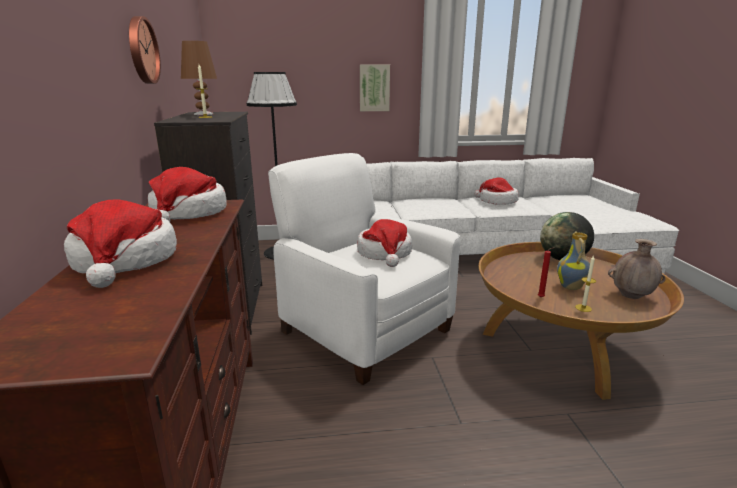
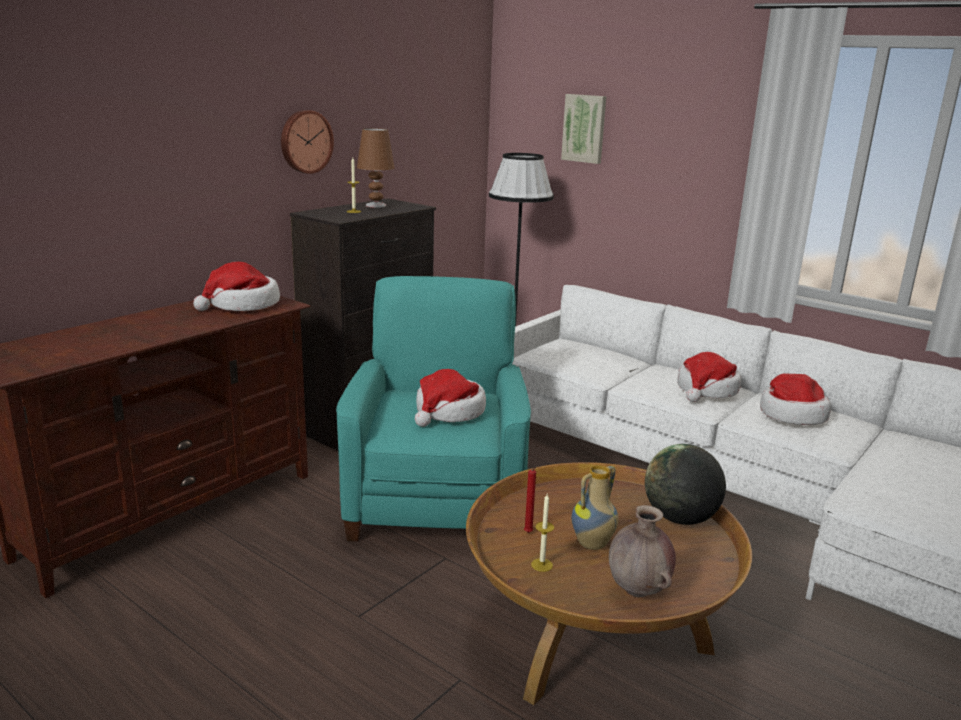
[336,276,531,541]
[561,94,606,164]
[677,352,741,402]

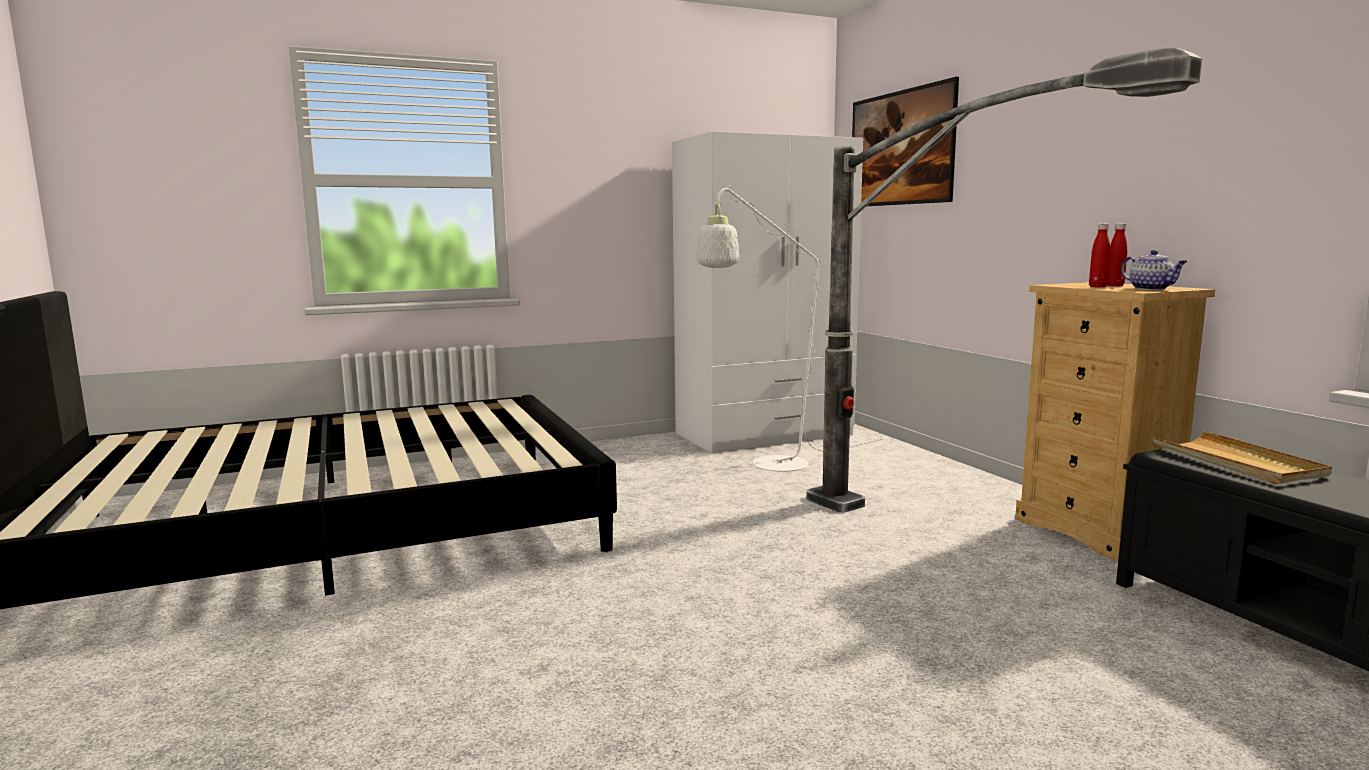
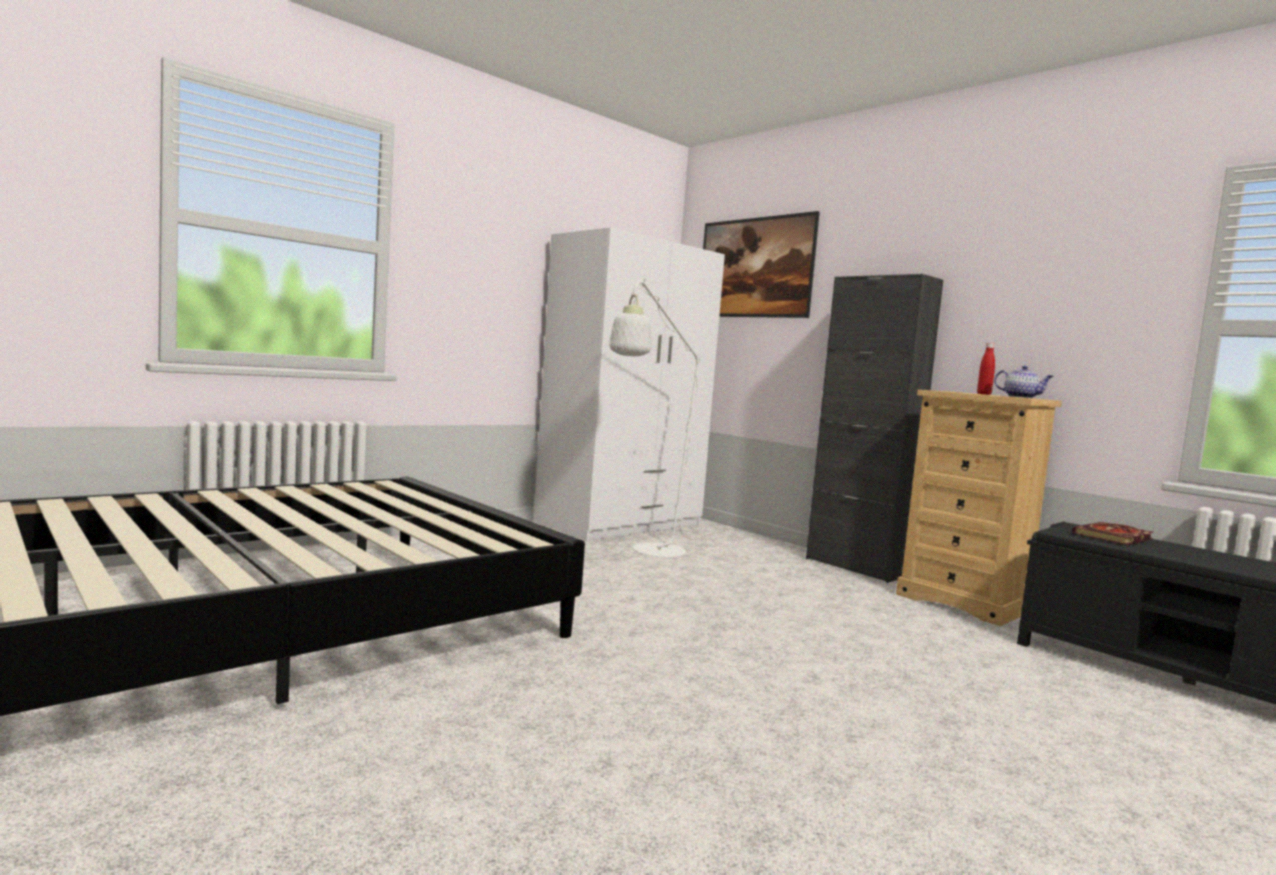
[806,274,943,583]
[1072,522,1153,545]
[806,47,1202,513] (first image)
[1089,224,1110,287] (first image)

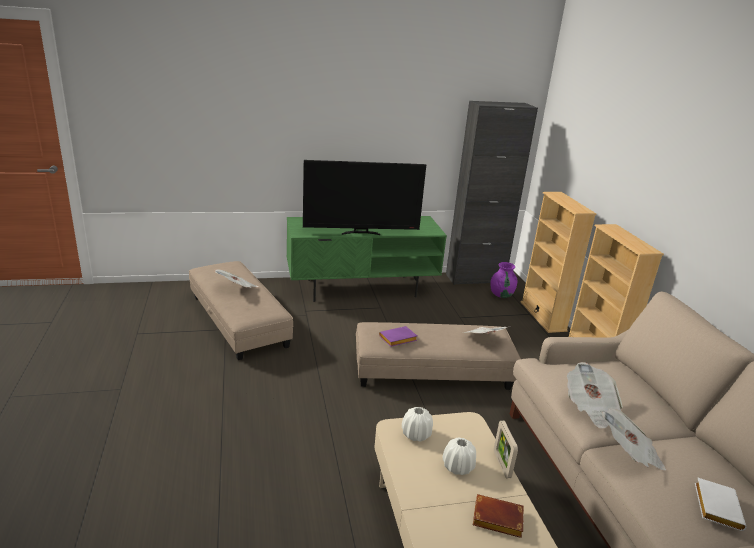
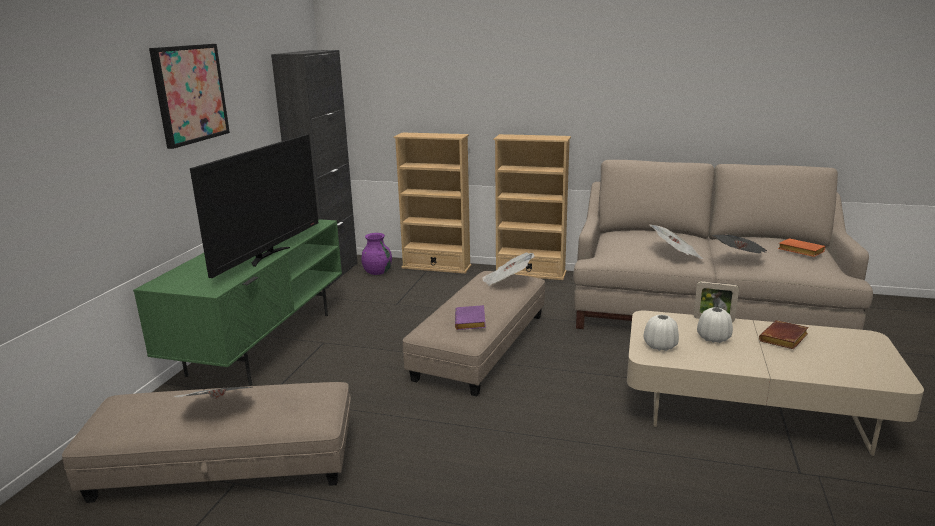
[149,44,230,149]
[778,238,825,257]

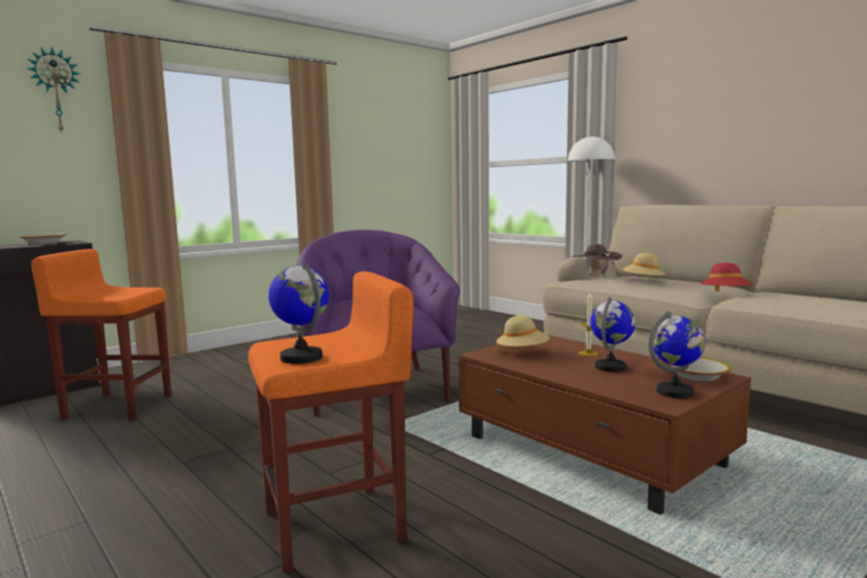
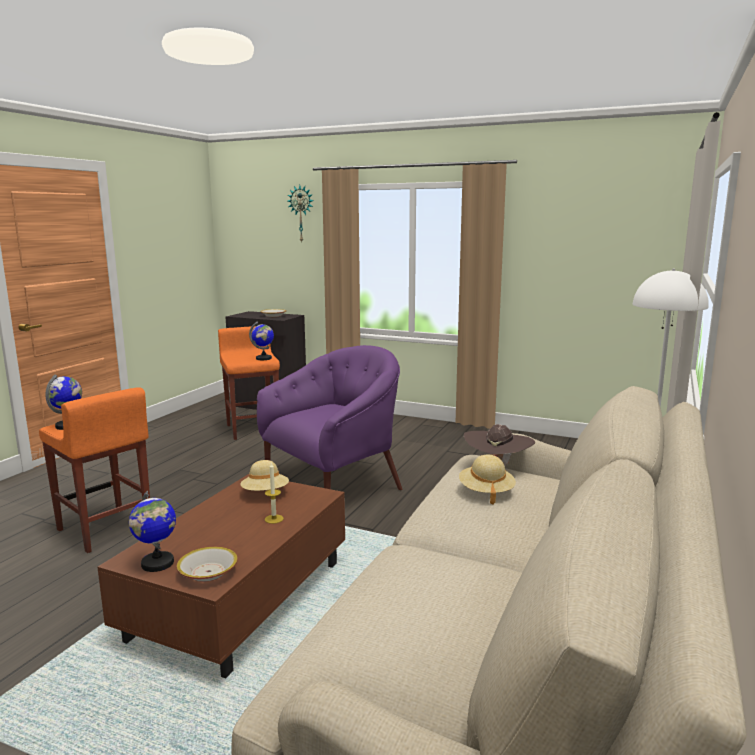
[249,322,274,360]
[700,263,753,292] (first image)

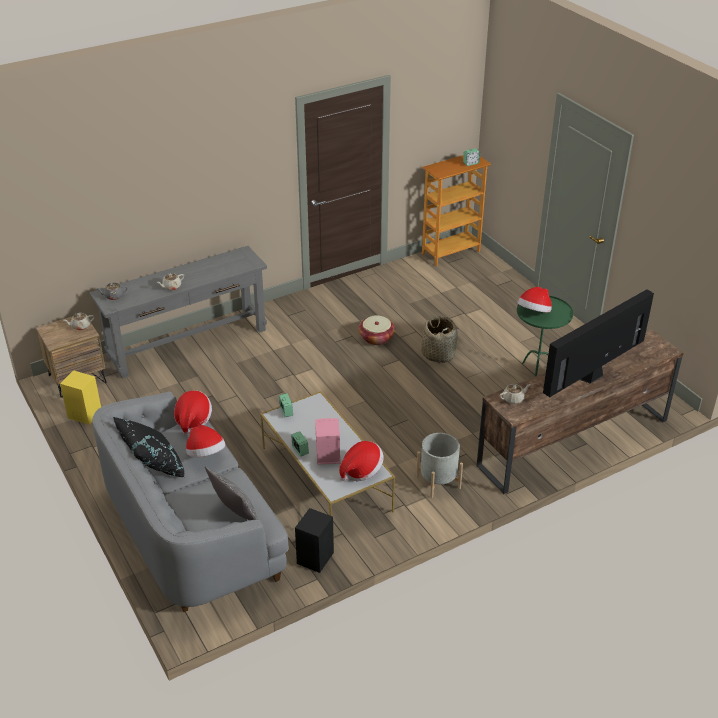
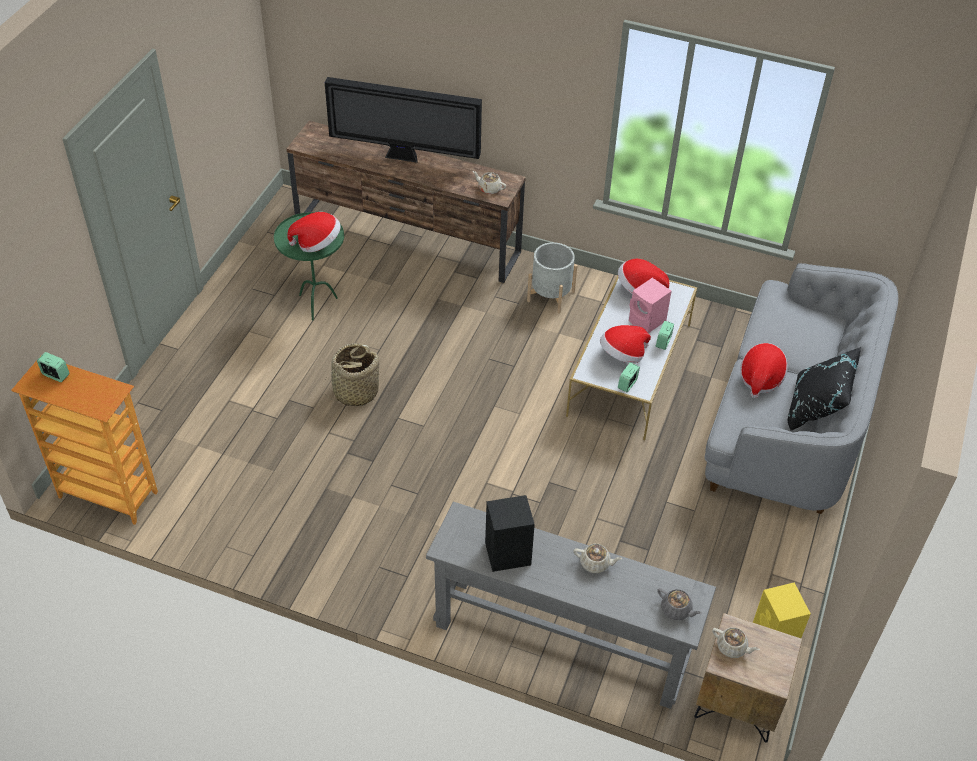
[485,495,535,572]
[600,325,651,363]
[205,466,258,520] (first image)
[359,315,395,345] (first image)

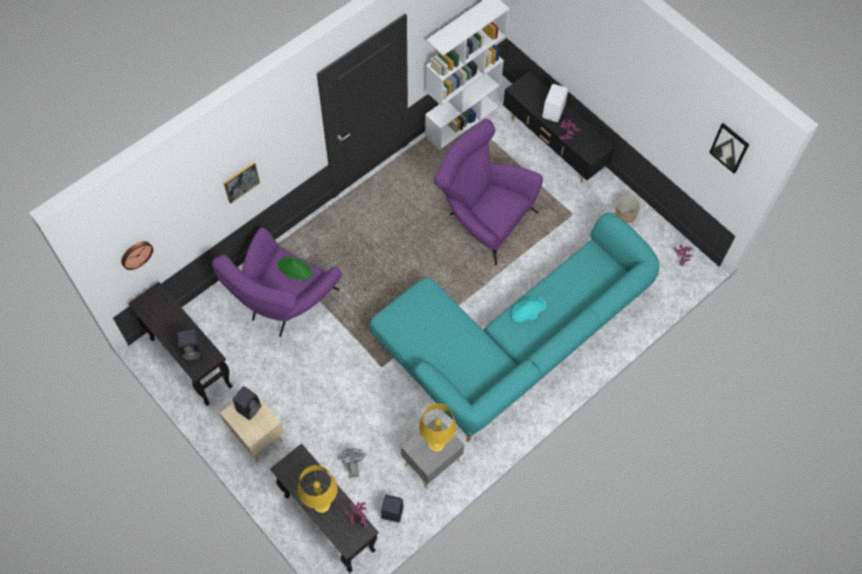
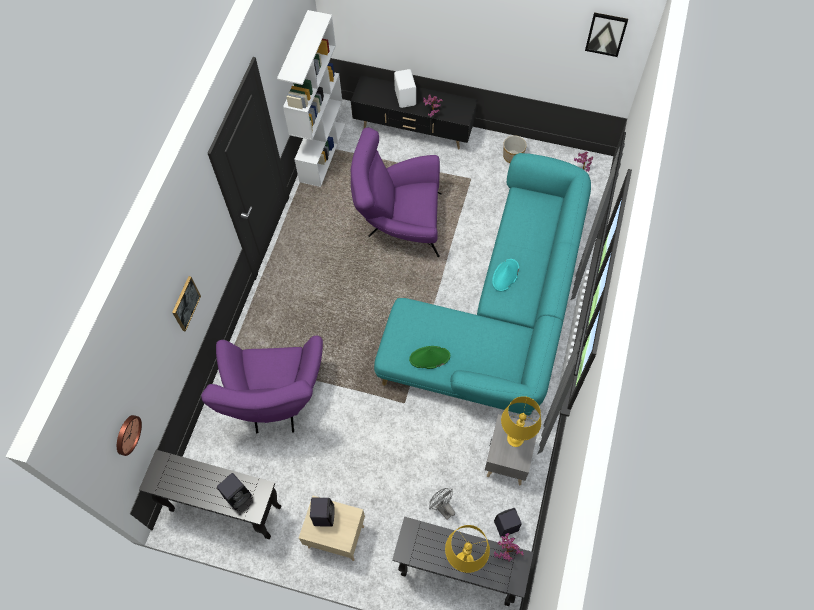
[409,346,450,369]

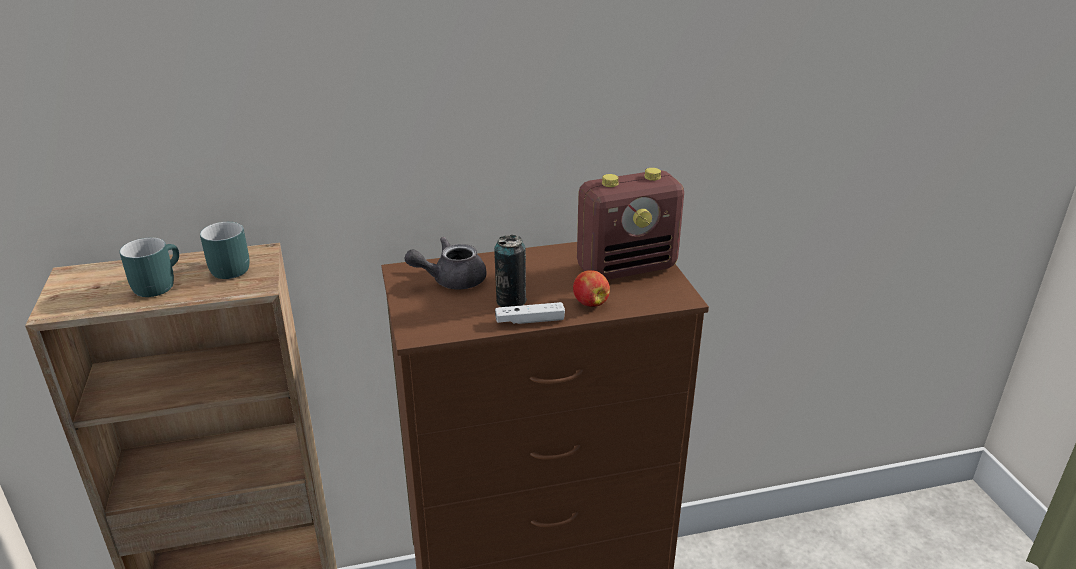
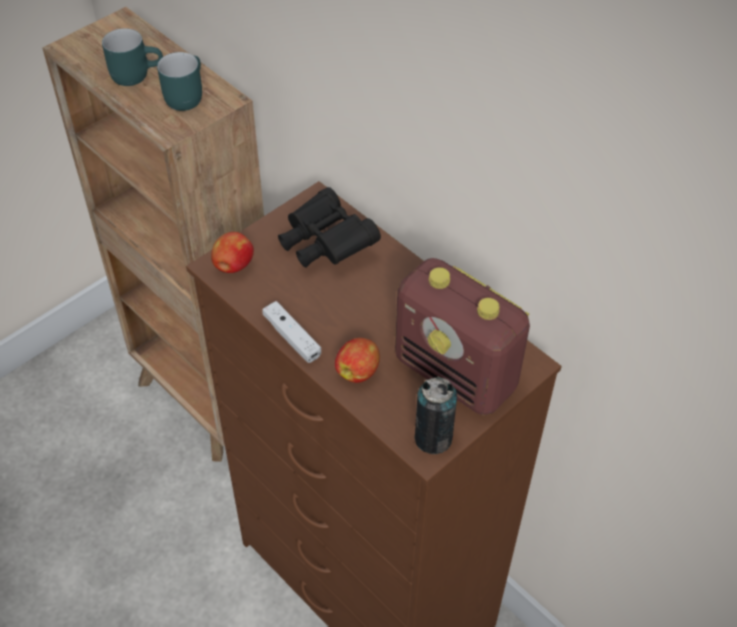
[211,232,254,273]
[278,187,381,268]
[414,376,457,454]

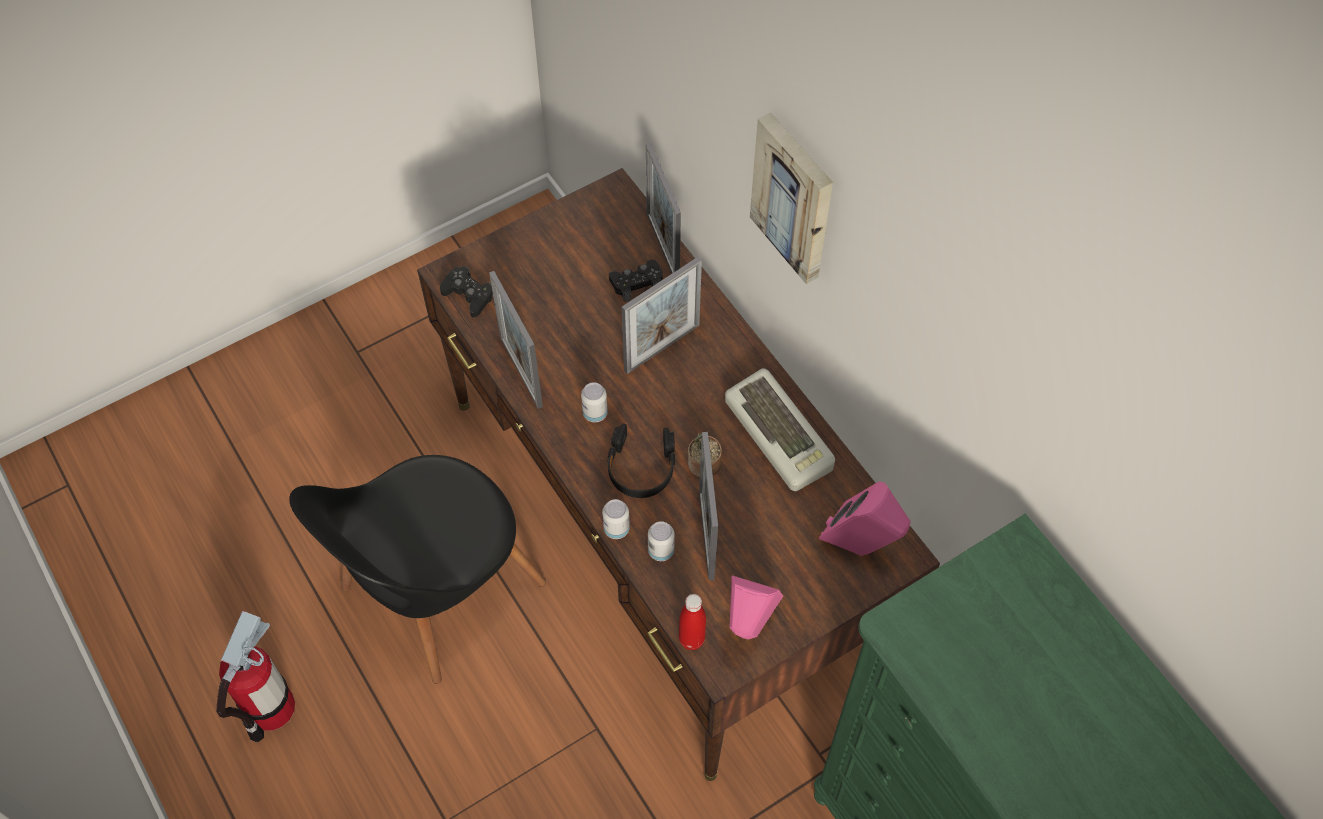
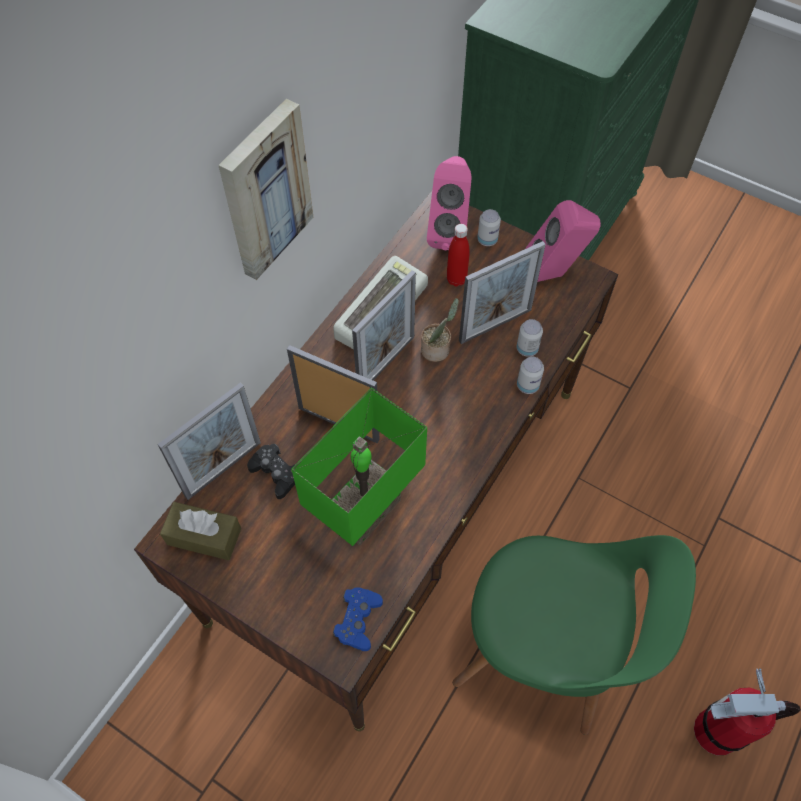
[160,502,241,560]
[291,387,427,546]
[333,587,383,651]
[352,271,416,380]
[447,224,470,286]
[453,535,696,735]
[477,209,501,246]
[607,424,675,498] (first image)

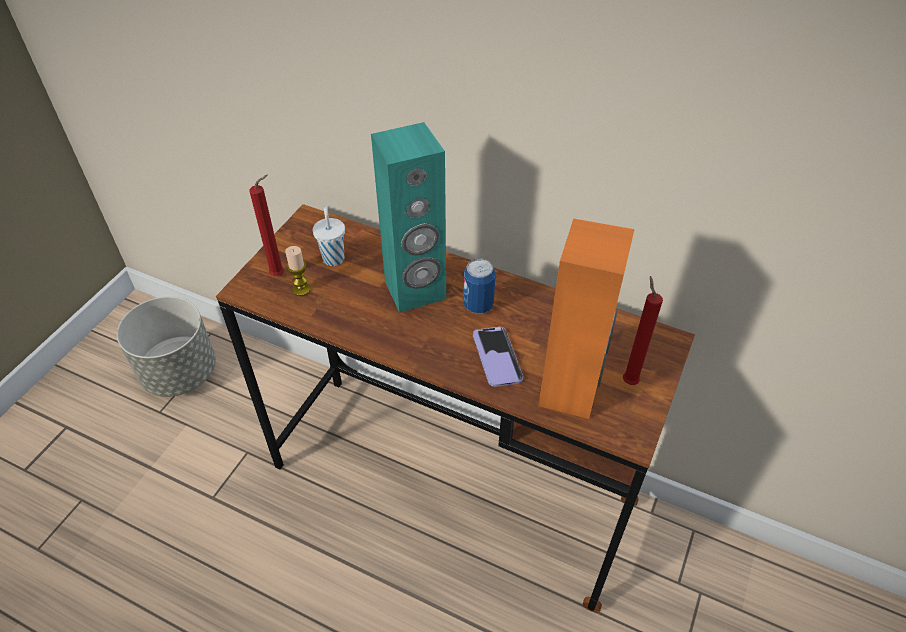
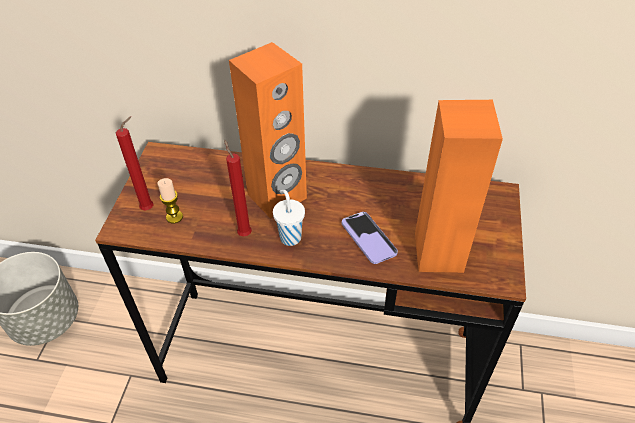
[224,140,252,236]
[229,42,307,219]
[273,190,305,246]
[464,258,495,314] (first image)

